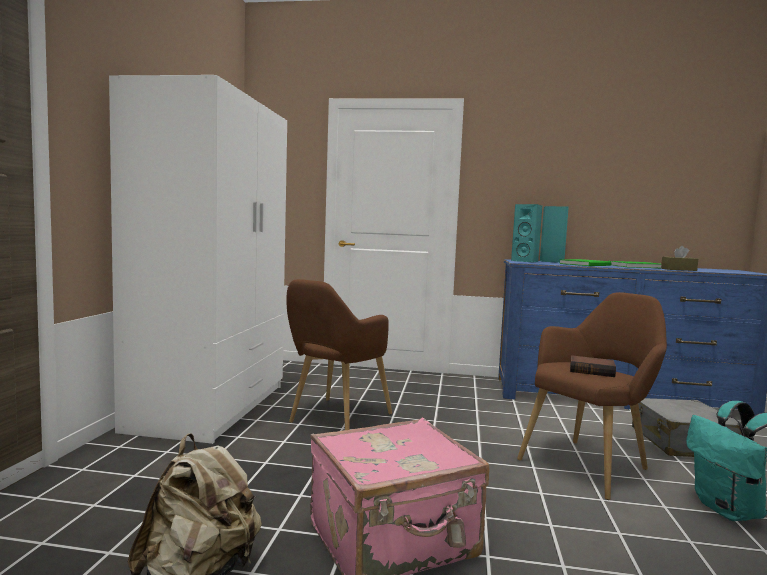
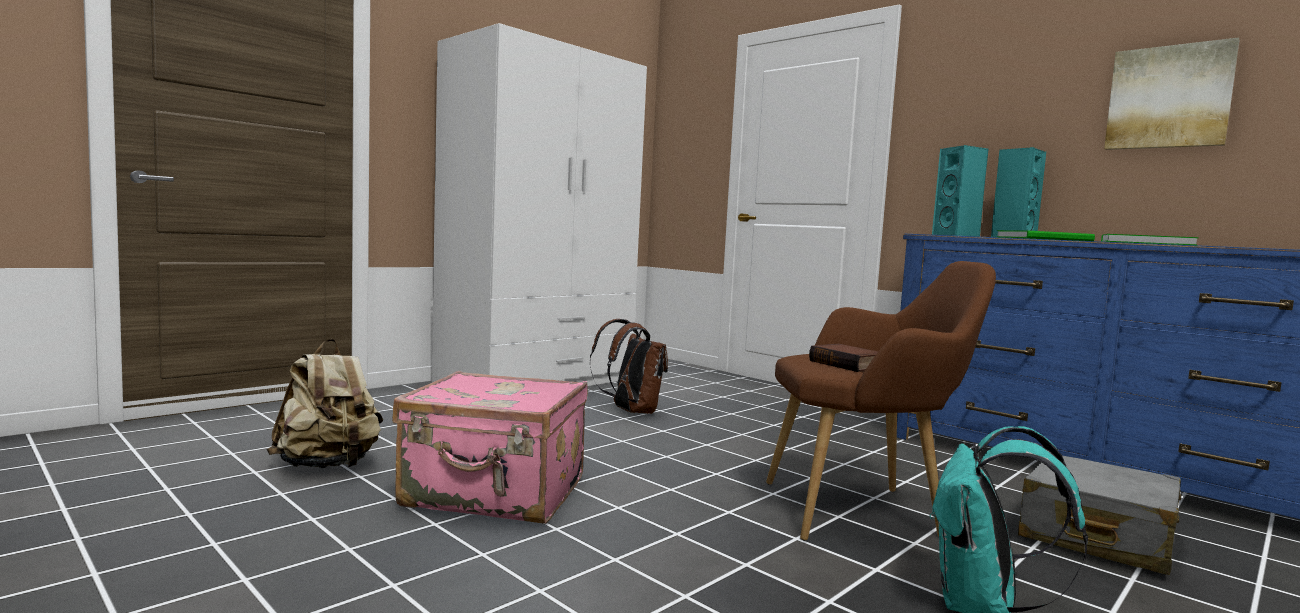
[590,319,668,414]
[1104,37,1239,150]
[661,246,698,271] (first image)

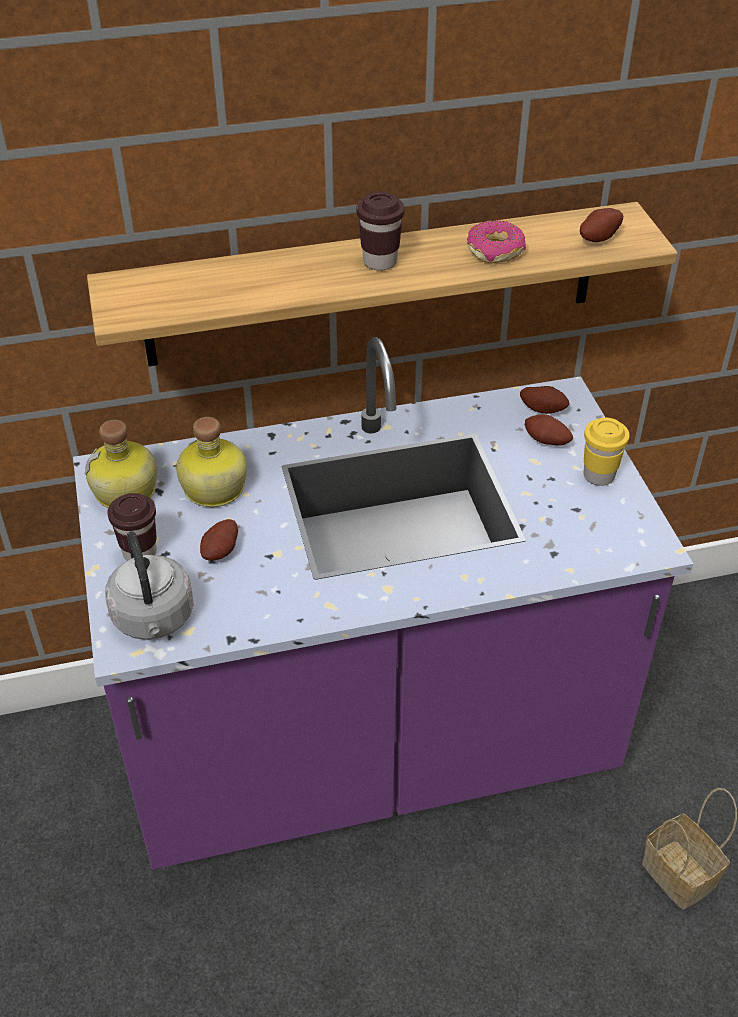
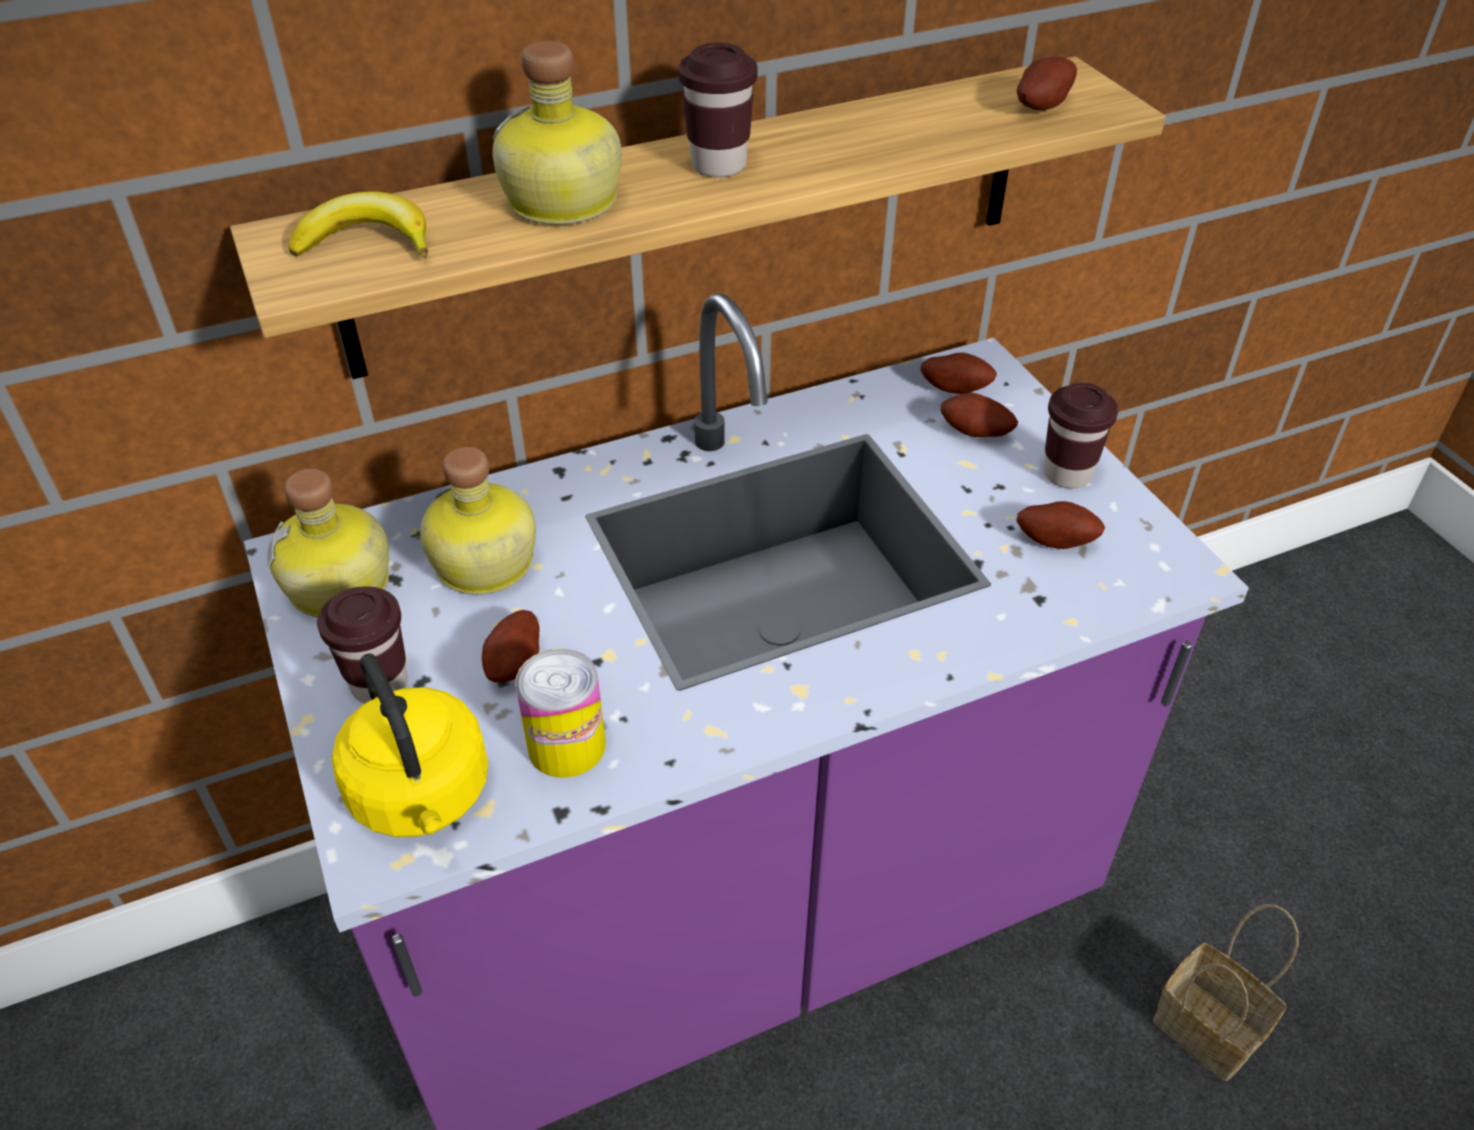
[289,192,428,258]
[332,653,488,837]
[492,41,622,225]
[515,648,606,778]
[1016,501,1105,549]
[1044,383,1118,489]
[467,220,526,264] (first image)

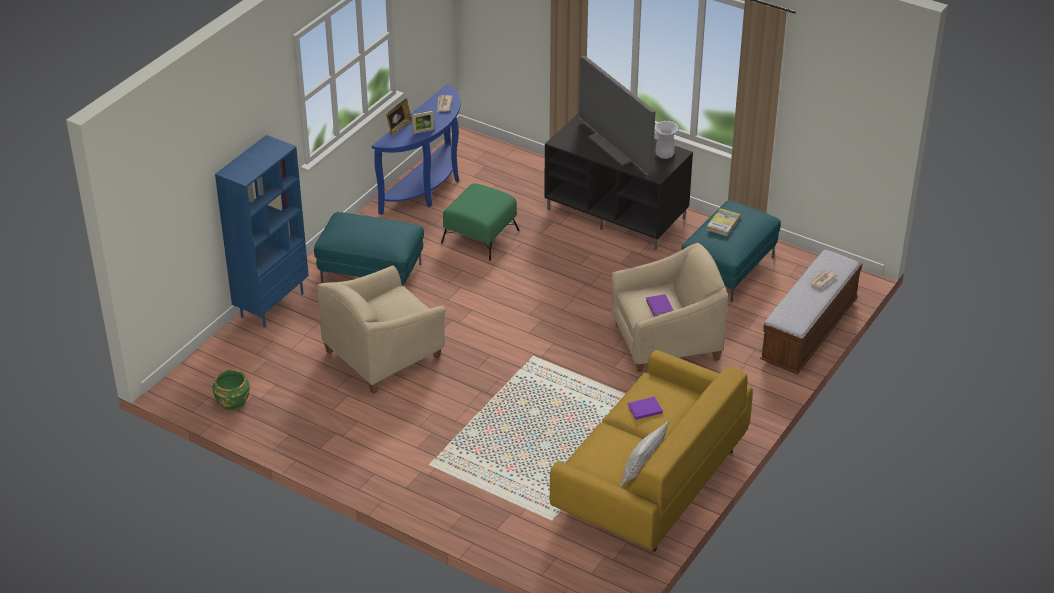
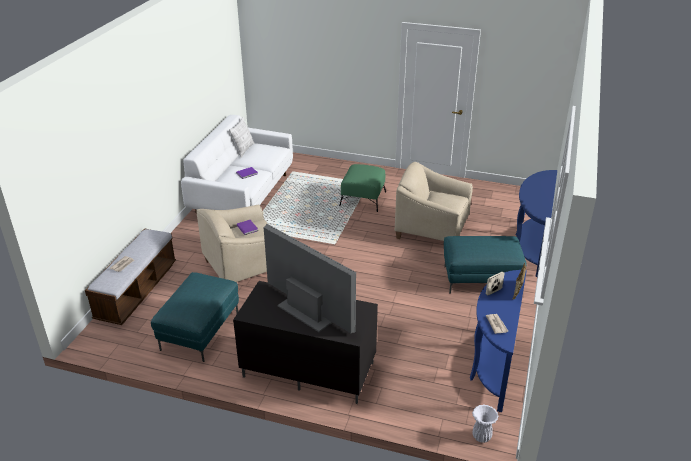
[181,115,293,212]
[339,164,386,212]
[395,162,473,241]
[472,404,499,443]
[516,170,557,277]
[213,370,250,411] (first image)
[707,208,740,236] (first image)

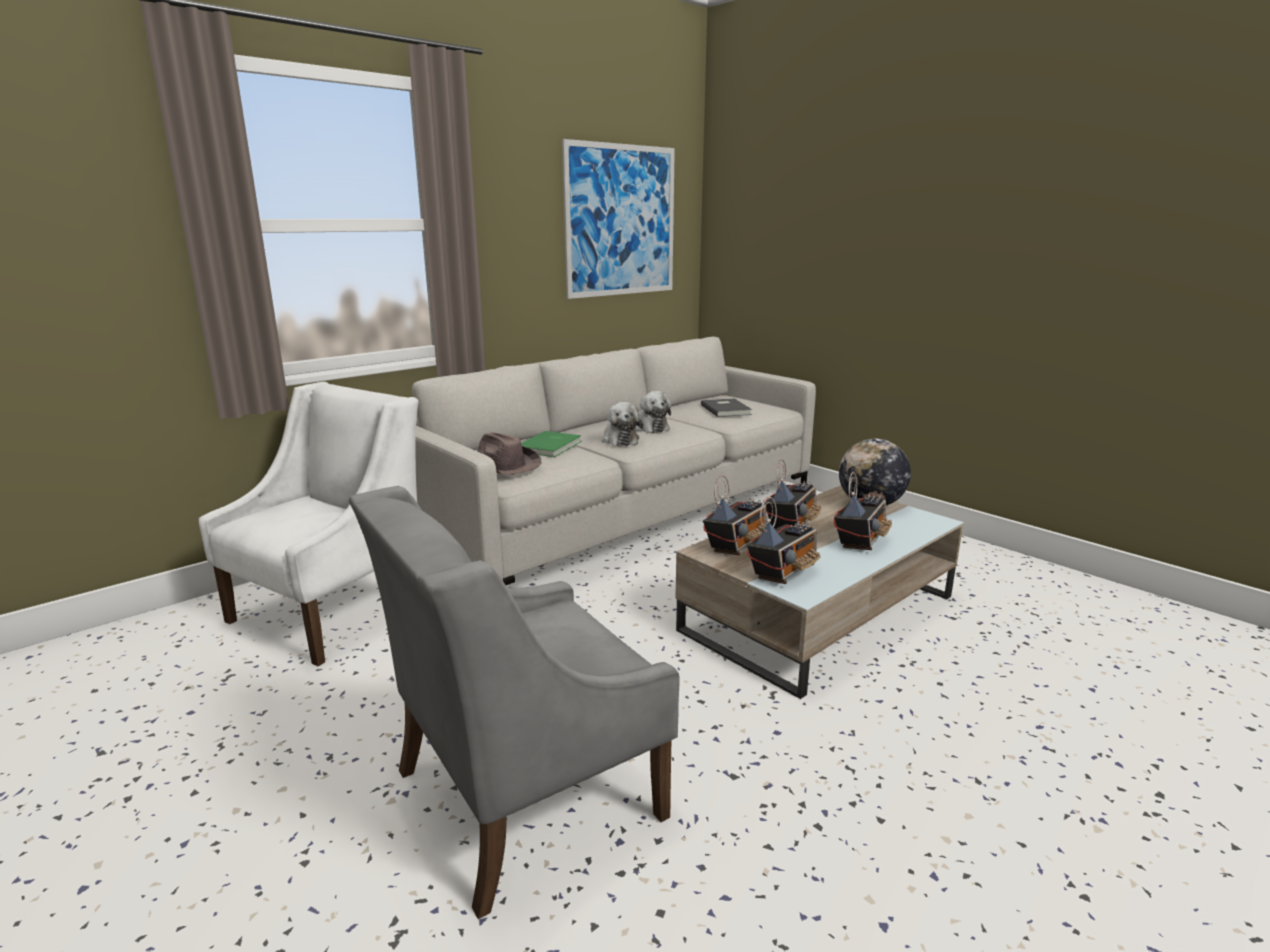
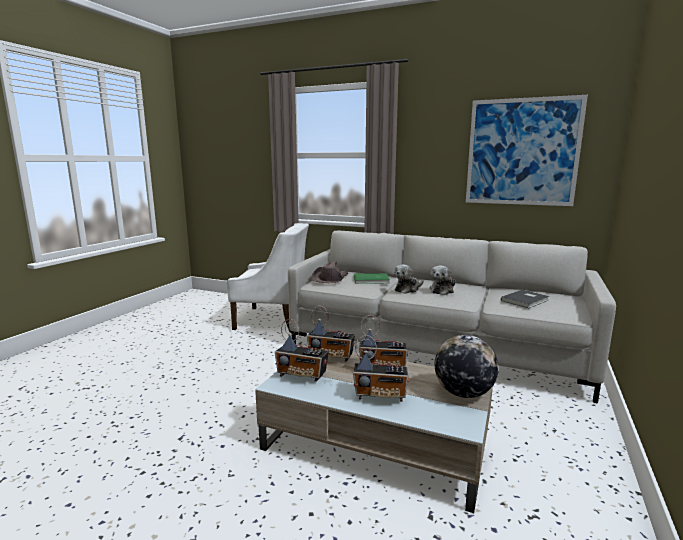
[349,486,679,919] (first image)

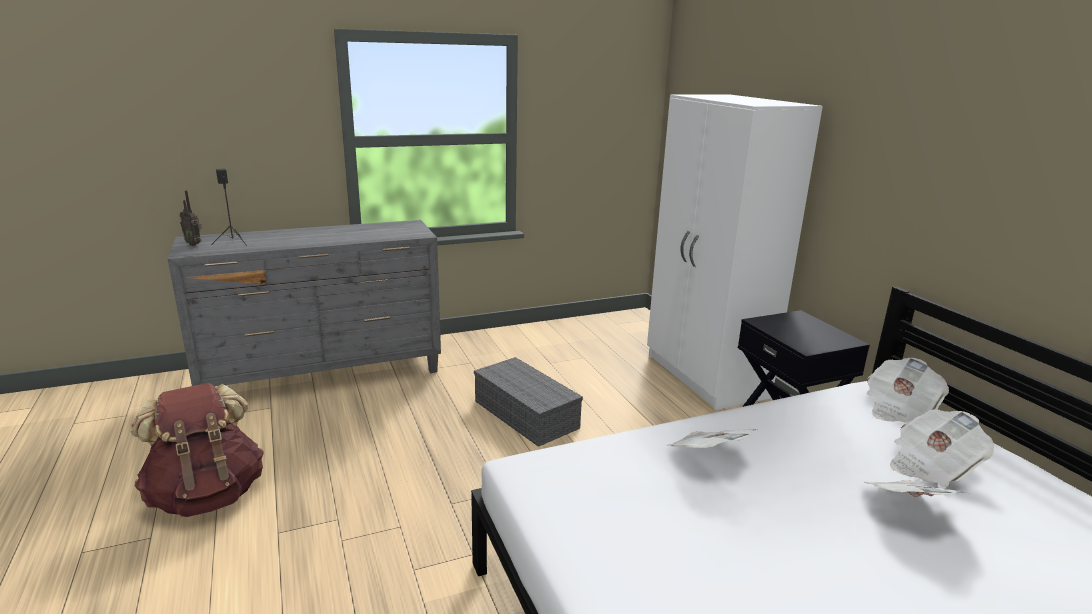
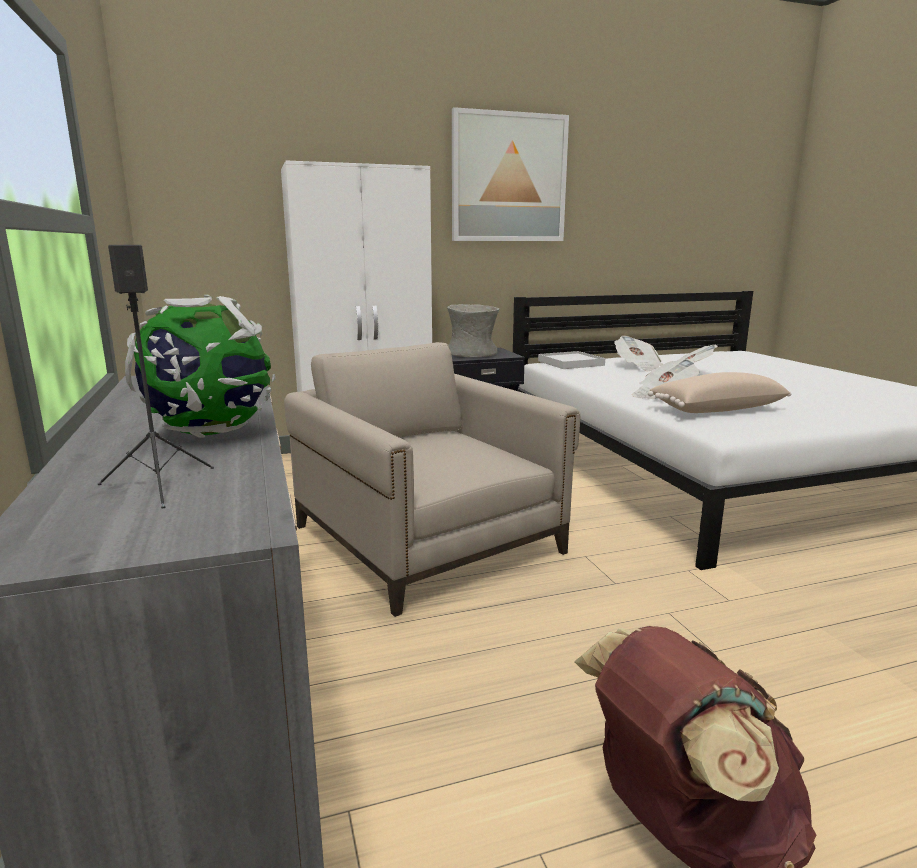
[125,294,275,438]
[284,342,580,617]
[447,304,500,357]
[452,107,569,241]
[538,351,605,369]
[648,372,791,413]
[180,190,202,246] (first image)

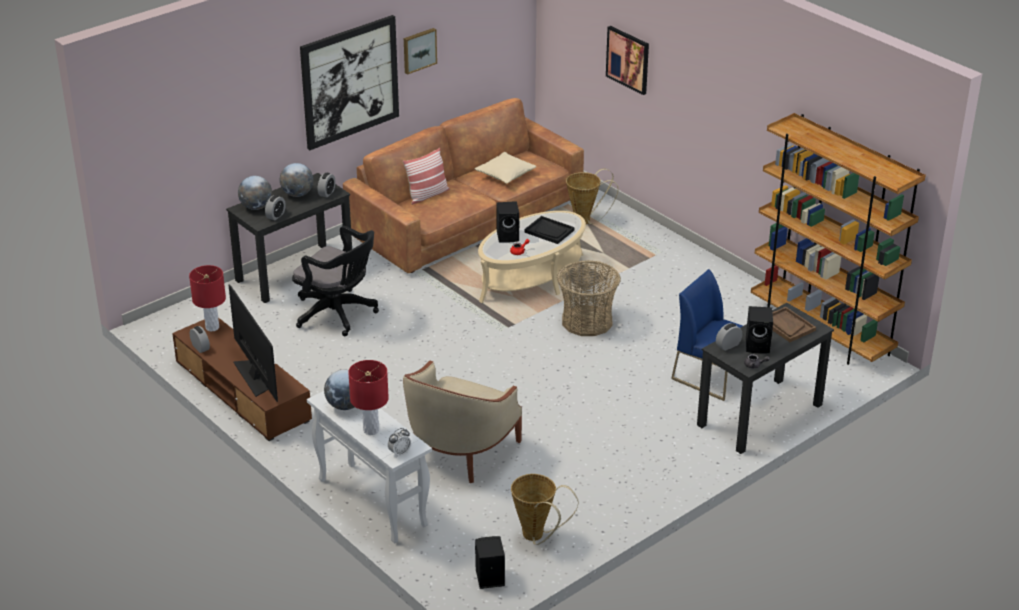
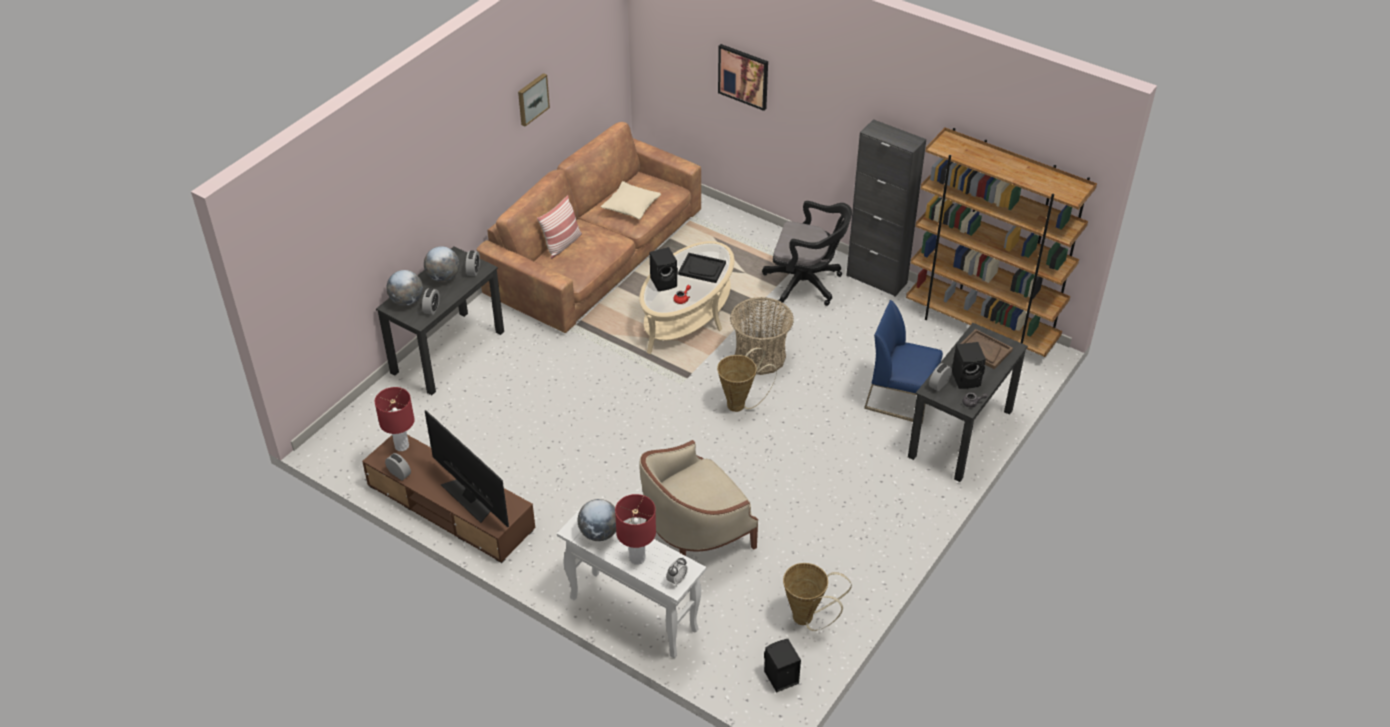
[639,440,758,556]
[717,347,777,412]
[762,201,852,306]
[846,119,926,297]
[300,15,399,150] (first image)

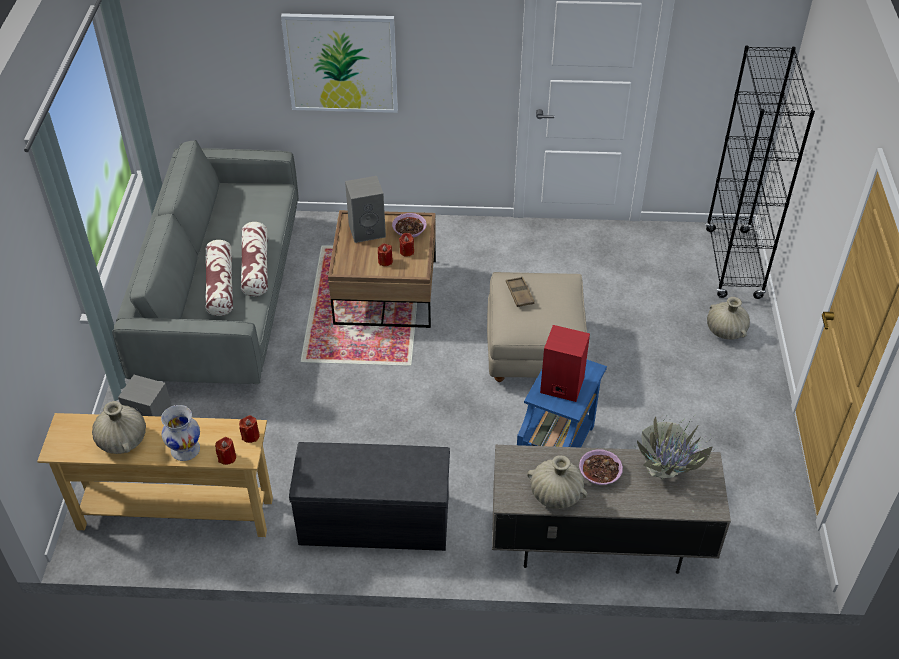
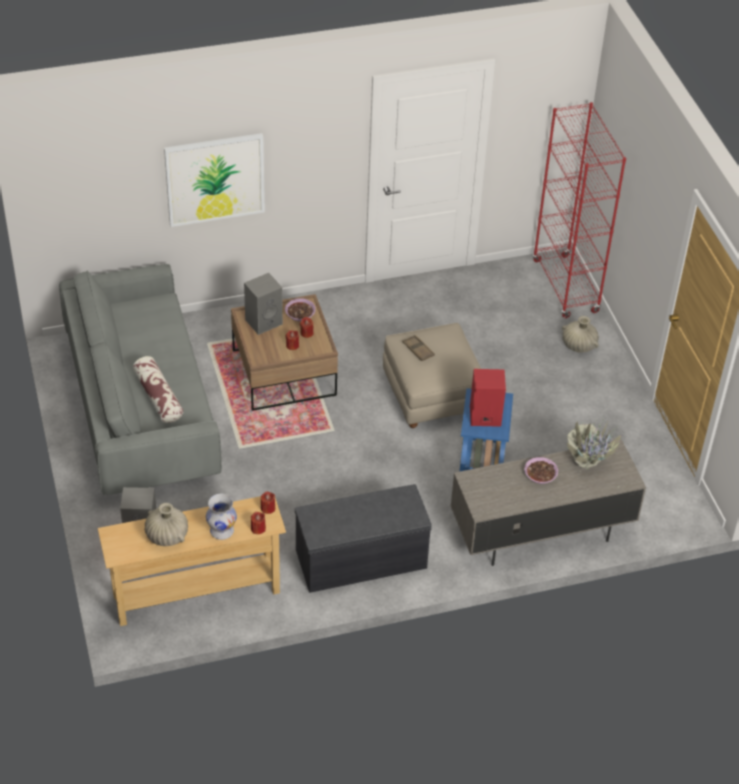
[533,102,626,318]
[241,222,268,296] (first image)
[527,455,587,509] (first image)

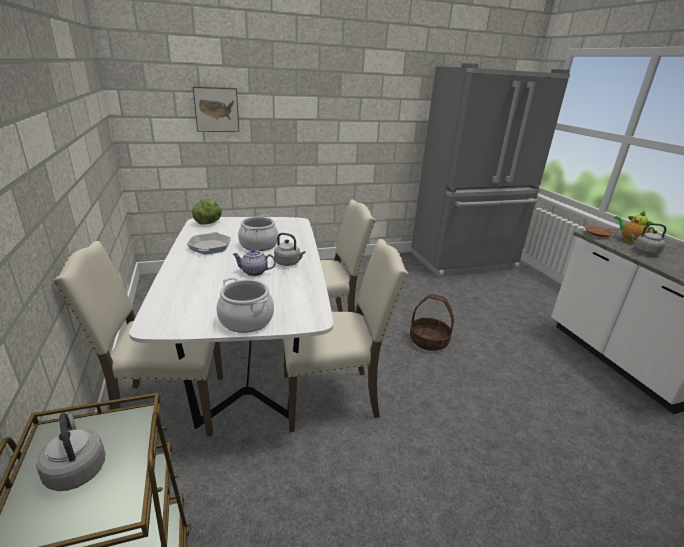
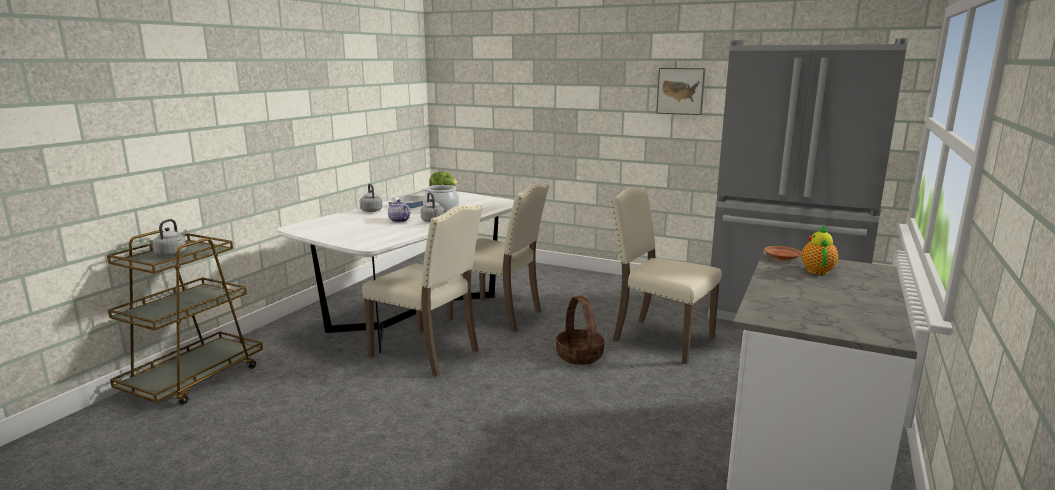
[360,184,383,212]
[610,187,722,364]
[656,68,706,115]
[217,277,274,333] (first image)

